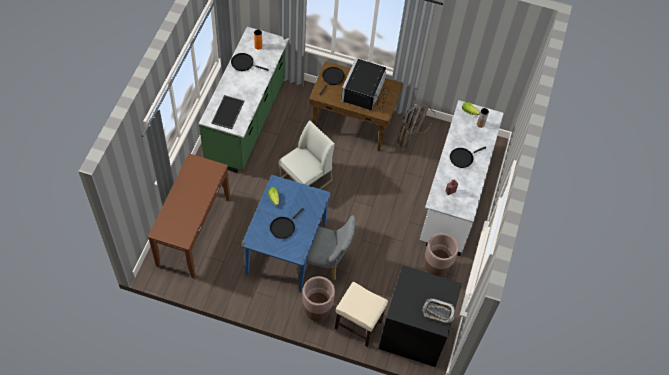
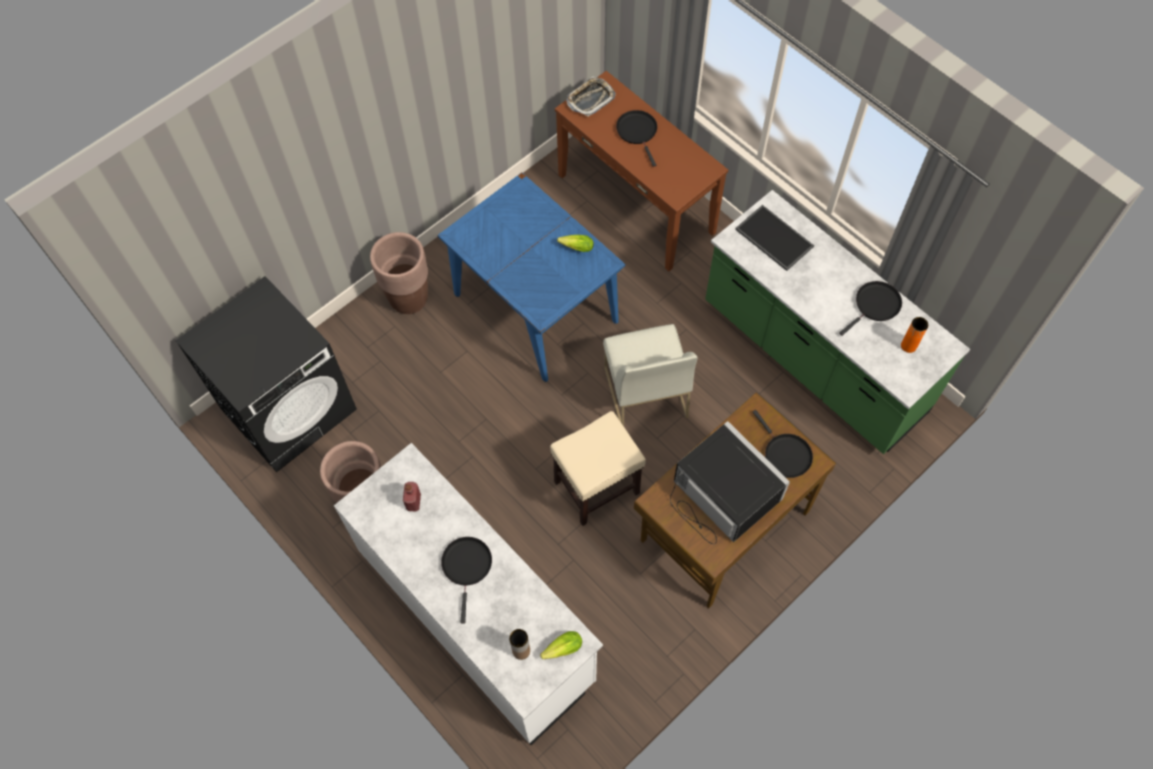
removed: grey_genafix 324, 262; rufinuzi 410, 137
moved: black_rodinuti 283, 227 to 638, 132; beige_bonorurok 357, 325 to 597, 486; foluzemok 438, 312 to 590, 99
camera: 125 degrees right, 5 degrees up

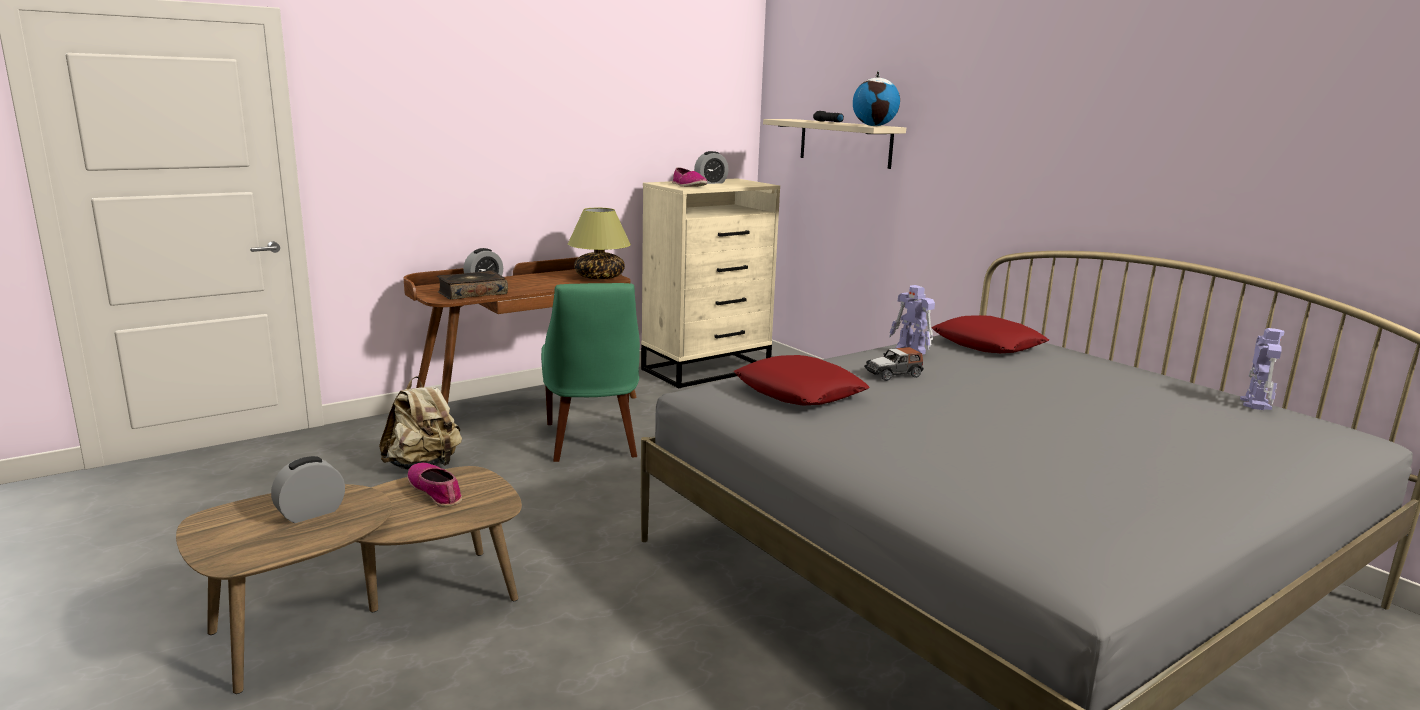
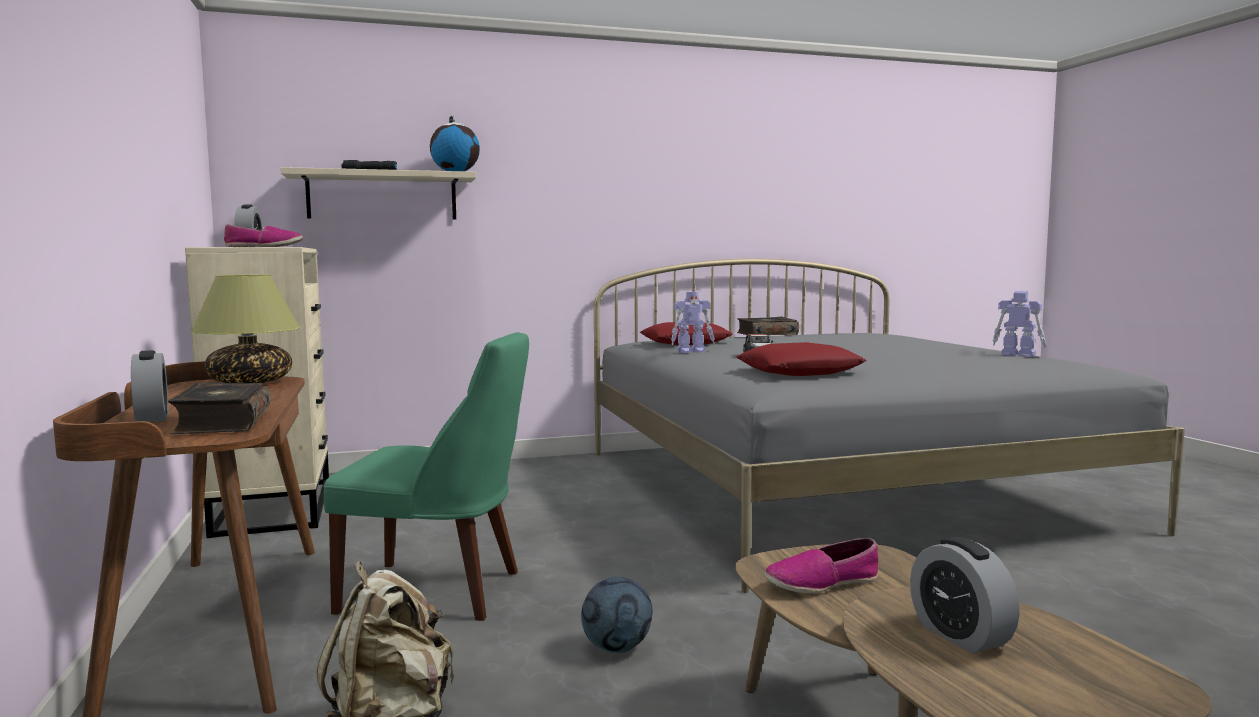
added: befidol 617, 648; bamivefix 766, 334
moved: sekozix 1255, 403 to 1017, 355
camera: 70 degrees left, 10 degrees down

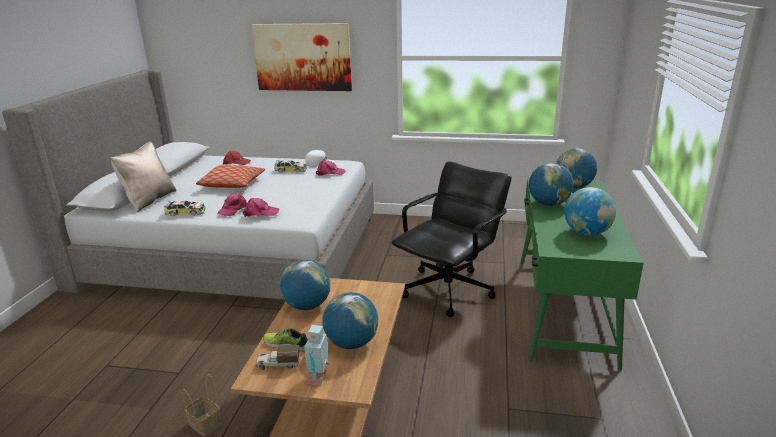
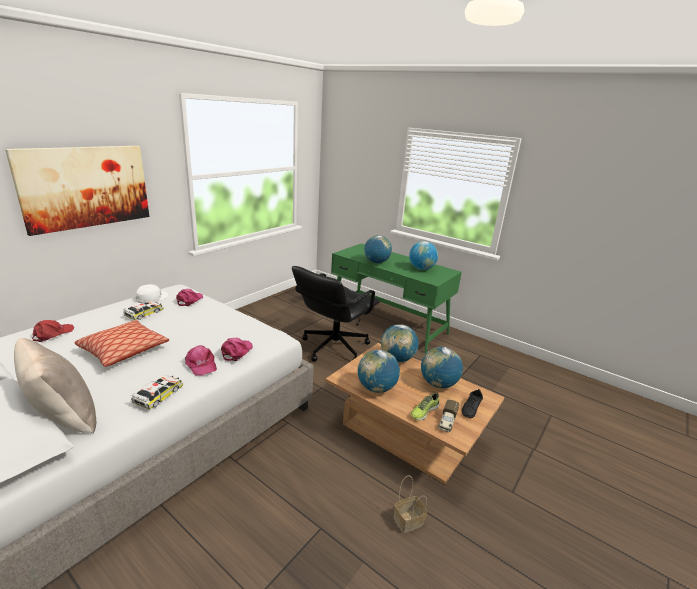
moved: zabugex 573, 187 to 397, 359
replaced: sekozix 319, 378 to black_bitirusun 471, 408
turned: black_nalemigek 449, 290 = 334, 347 120 degrees counterclockwise
camera: 65 degrees left, 0 degrees up

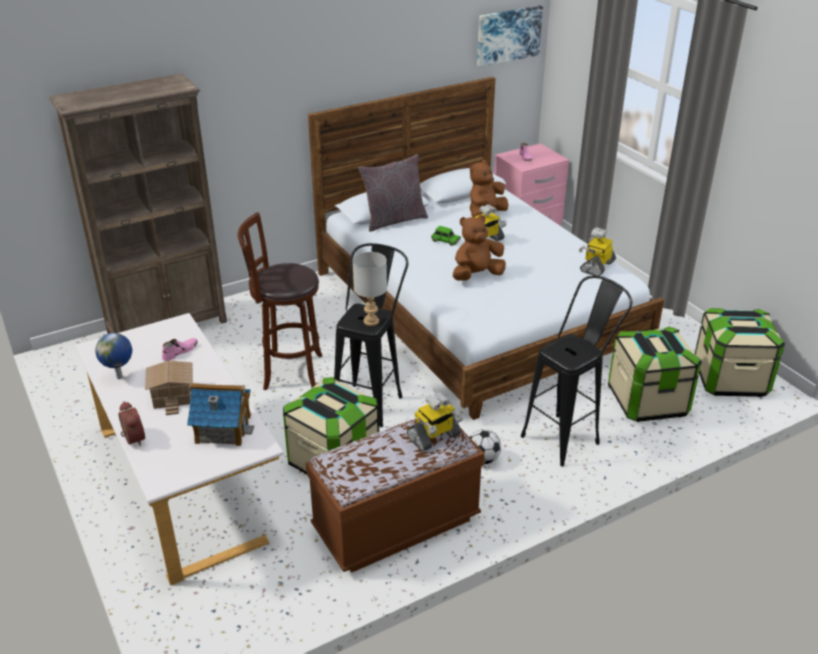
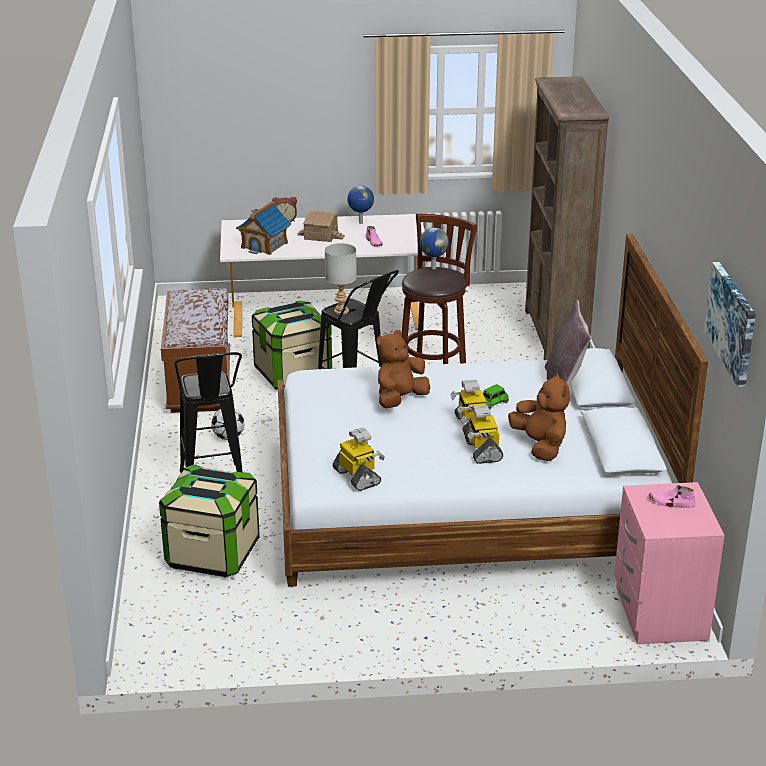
removed: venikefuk 730, 379
added: zabugex 433, 268
moved: sekozix 434, 437 to 482, 451
turned: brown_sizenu 476, 275 = 400, 400 135 degrees counterclockwise
camera: 115 degrees right, 5 degrees down

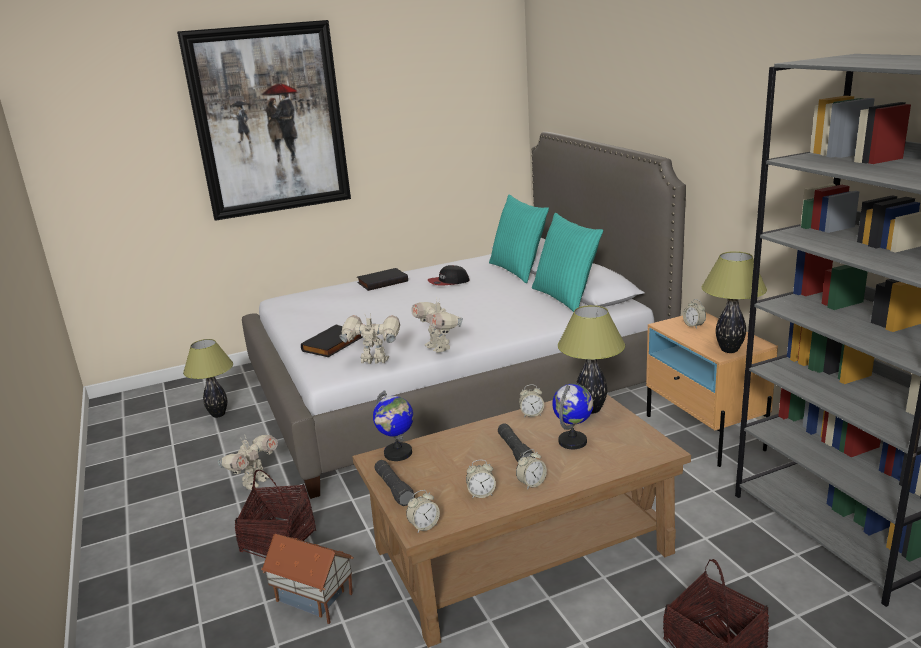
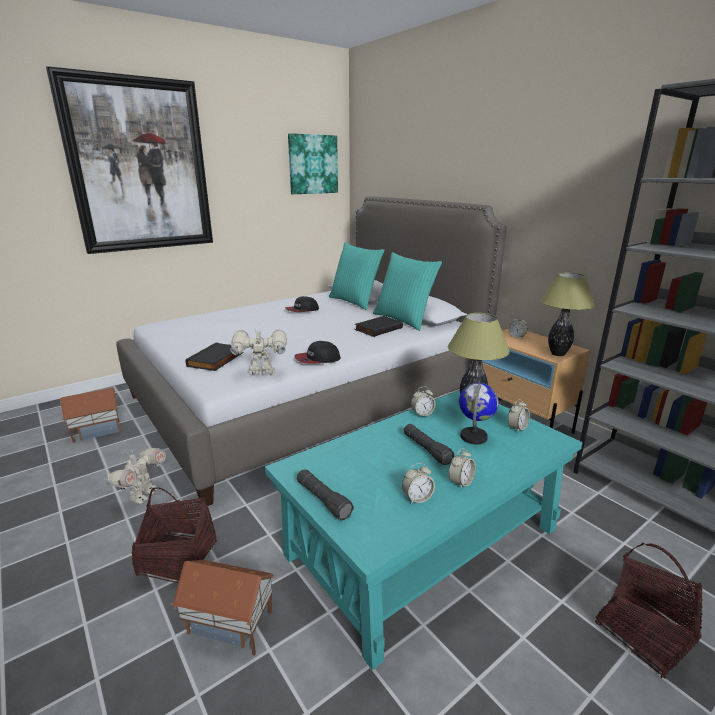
removed: zabugex 398, 453
added: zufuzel 313, 164
moved: black_bamivefix 382, 282 to 378, 328; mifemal 424, 526 to 517, 428
replaced: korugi 218, 414 to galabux 96, 430; sekozix 439, 347 to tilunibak 317, 359
recoloured: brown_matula 522, 549 to turquoise_matula 424, 540
camera: 15 degrees left, 0 degrees up

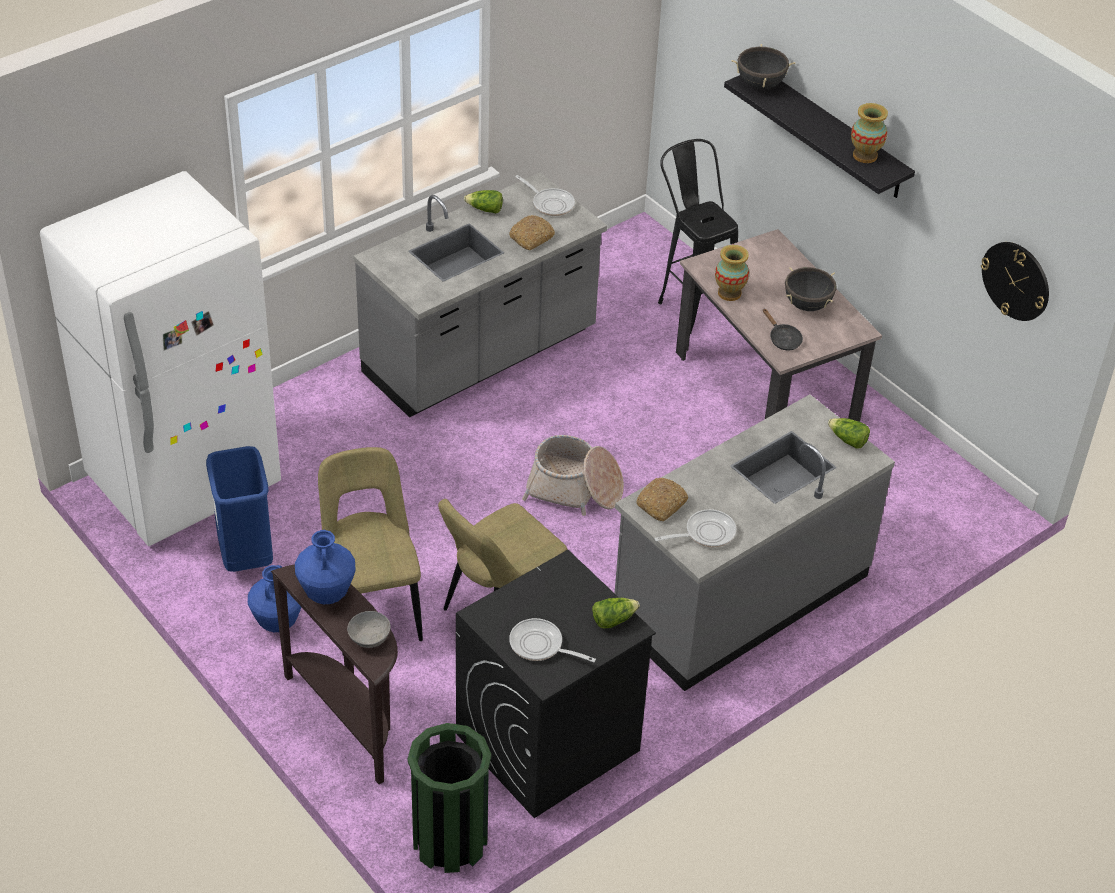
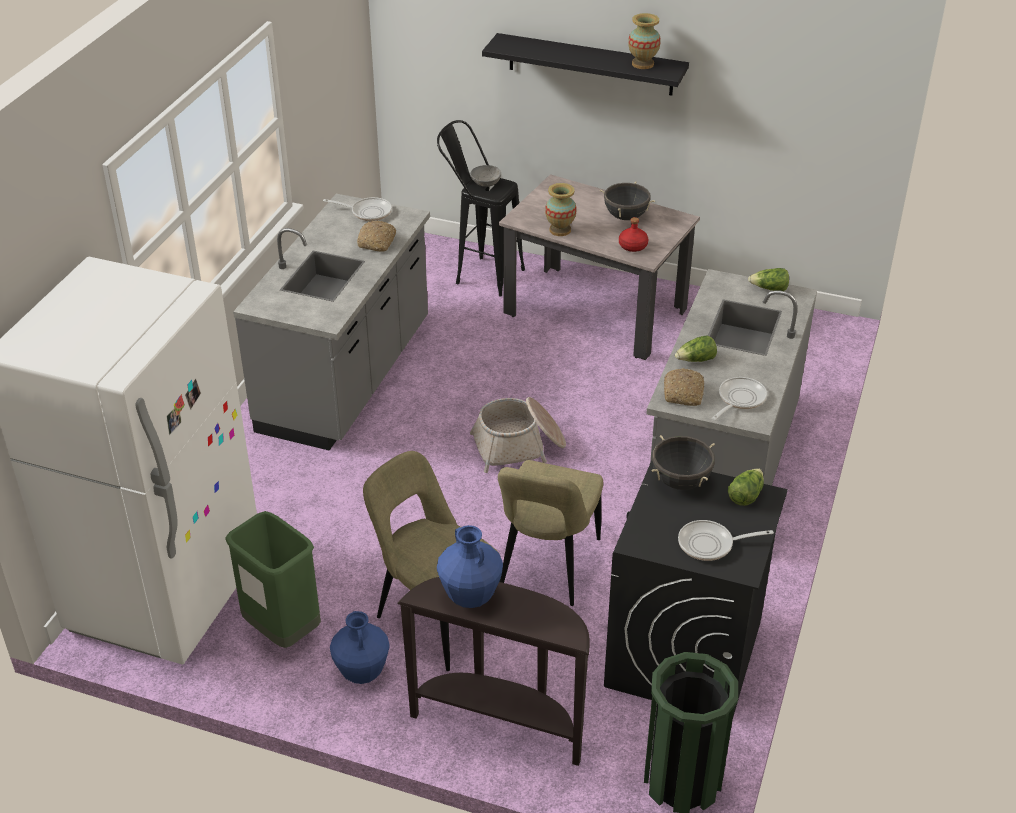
removed: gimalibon 1016, 280
moved: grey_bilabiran 370, 637 to 486, 182; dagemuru 485, 209 to 696, 360; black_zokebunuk 760, 85 to 681, 481
replaced: black_rodinuti 782, 339 to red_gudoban 632, 246
recoloured: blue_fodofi 246, 557 to green_fodofi 282, 631
camera: 30 degrees left, 5 degrees down

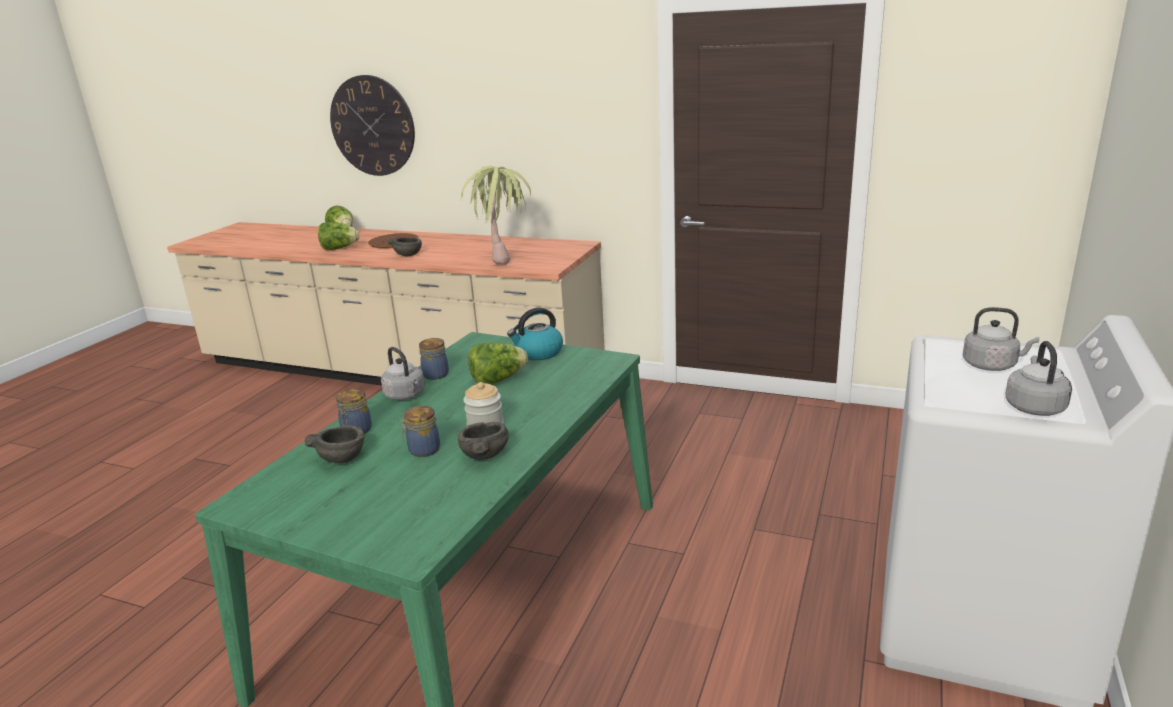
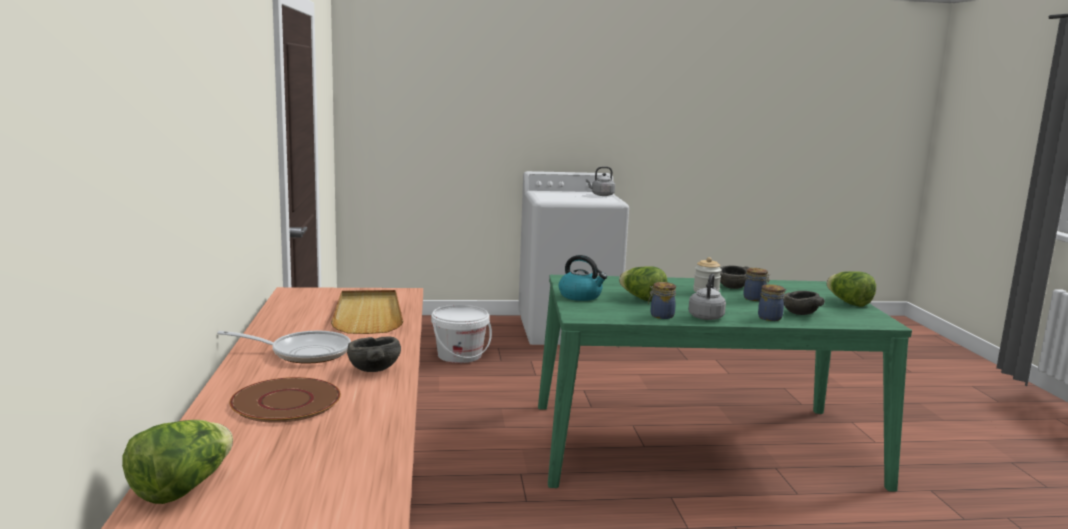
removed: gimalibon 372, 126; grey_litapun 992, 365
added: rodinuti 304, 353; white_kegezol 459, 355
moved: dagemuru 339, 248 to 848, 303
replaced: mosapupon 504, 257 to beige_foluzemok 368, 315
camera: 120 degrees left, 10 degrees down

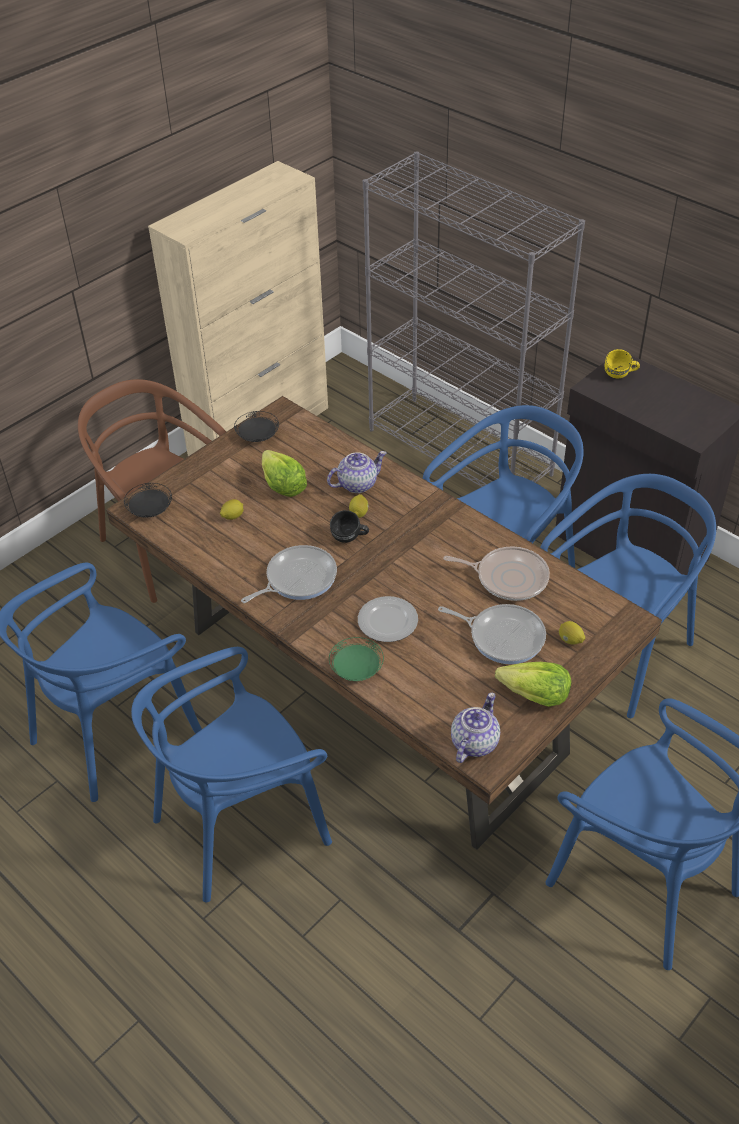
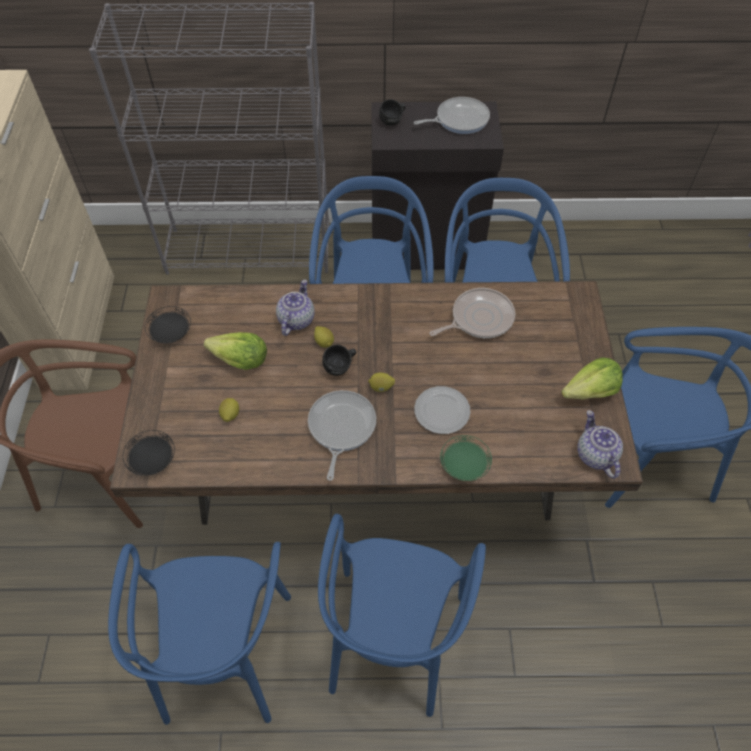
moved: rodinuti 503, 636 to 459, 119; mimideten 570, 640 to 381, 387
recoloured: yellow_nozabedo 620, 376 to black_nozabedo 393, 121
camera: 45 degrees left, 10 degrees up

